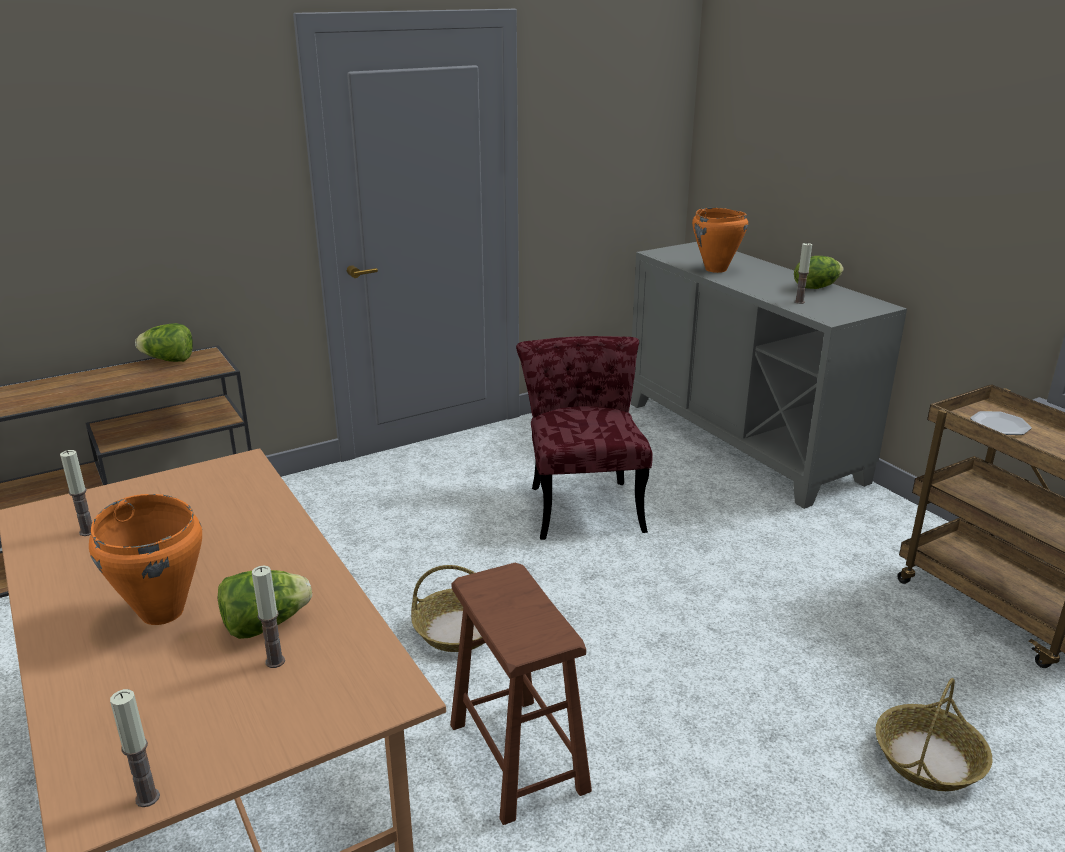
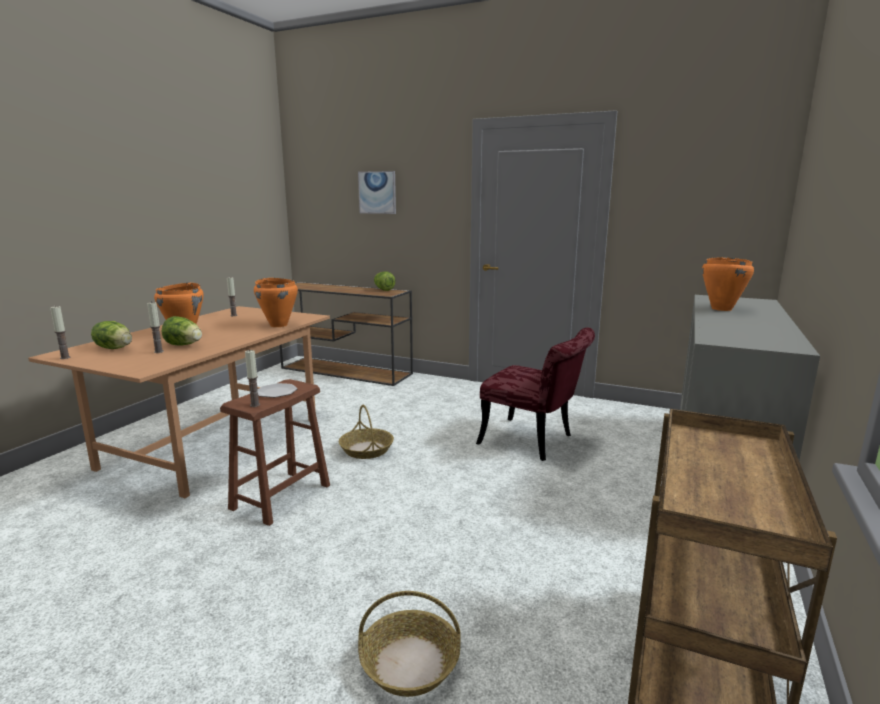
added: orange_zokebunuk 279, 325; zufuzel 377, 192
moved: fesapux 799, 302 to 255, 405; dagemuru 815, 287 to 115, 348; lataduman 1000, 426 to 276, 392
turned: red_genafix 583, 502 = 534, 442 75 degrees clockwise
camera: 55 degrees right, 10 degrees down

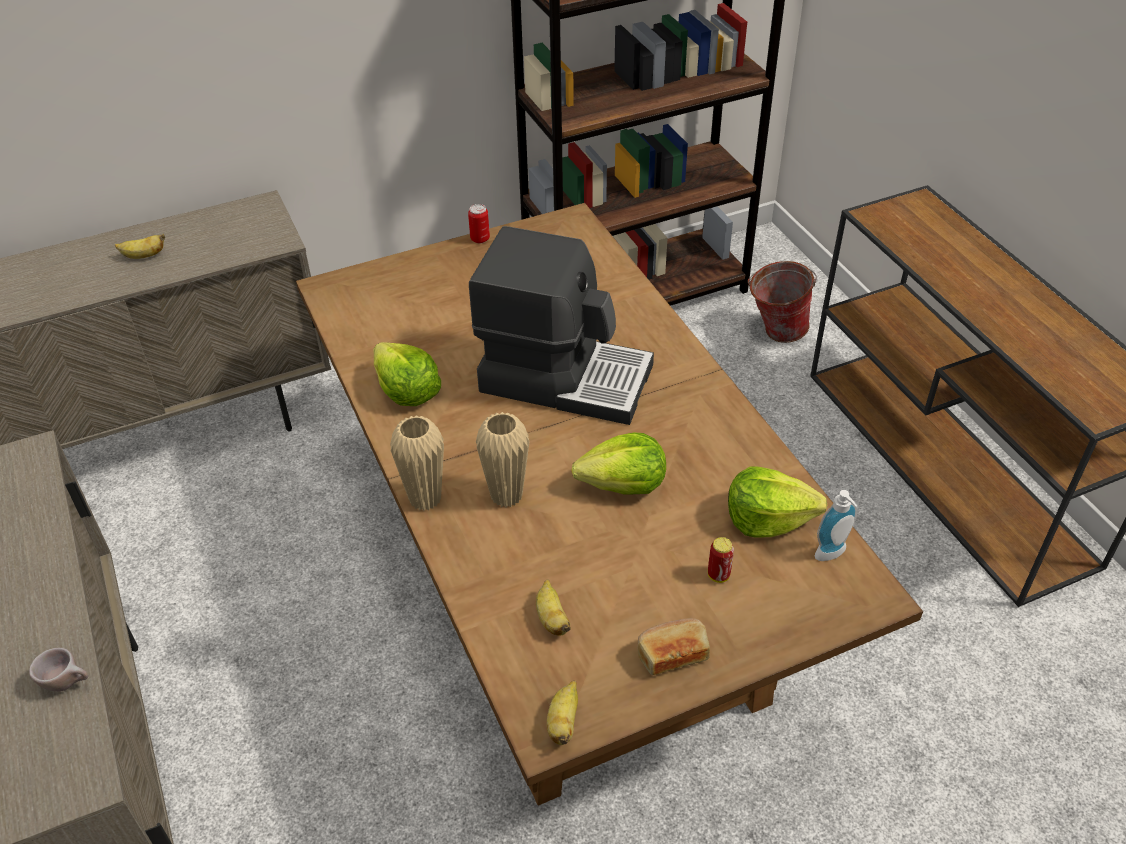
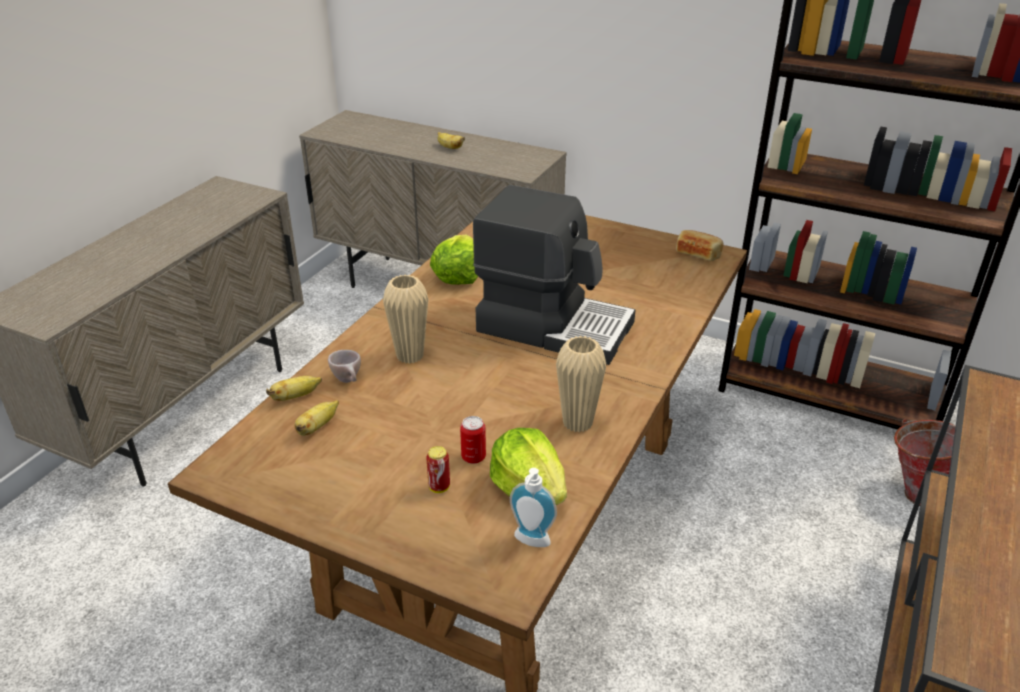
removed: dagemuru 623, 484
moved: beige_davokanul 68, 683 to 349, 380; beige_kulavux 425, 499 to 577, 423; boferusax 480, 238 to 473, 457; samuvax 563, 722 to 295, 397; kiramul 672, 654 to 698, 254
turned: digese 565, 377 = 554, 325 45 degrees counterclockwise
camera: 50 degrees right, 10 degrees down

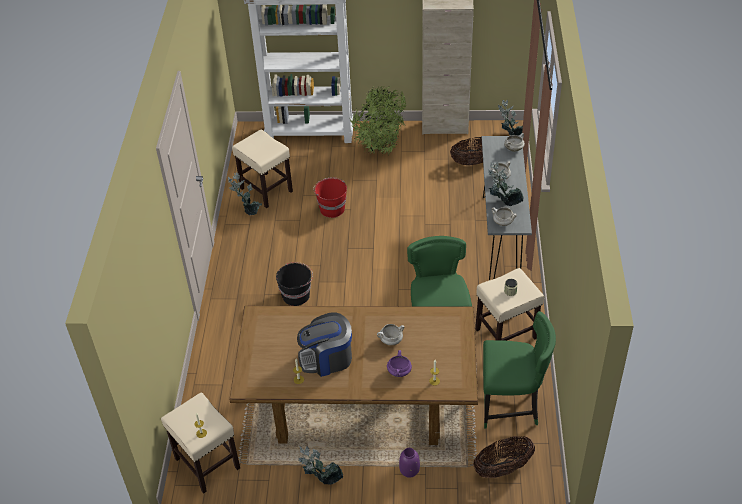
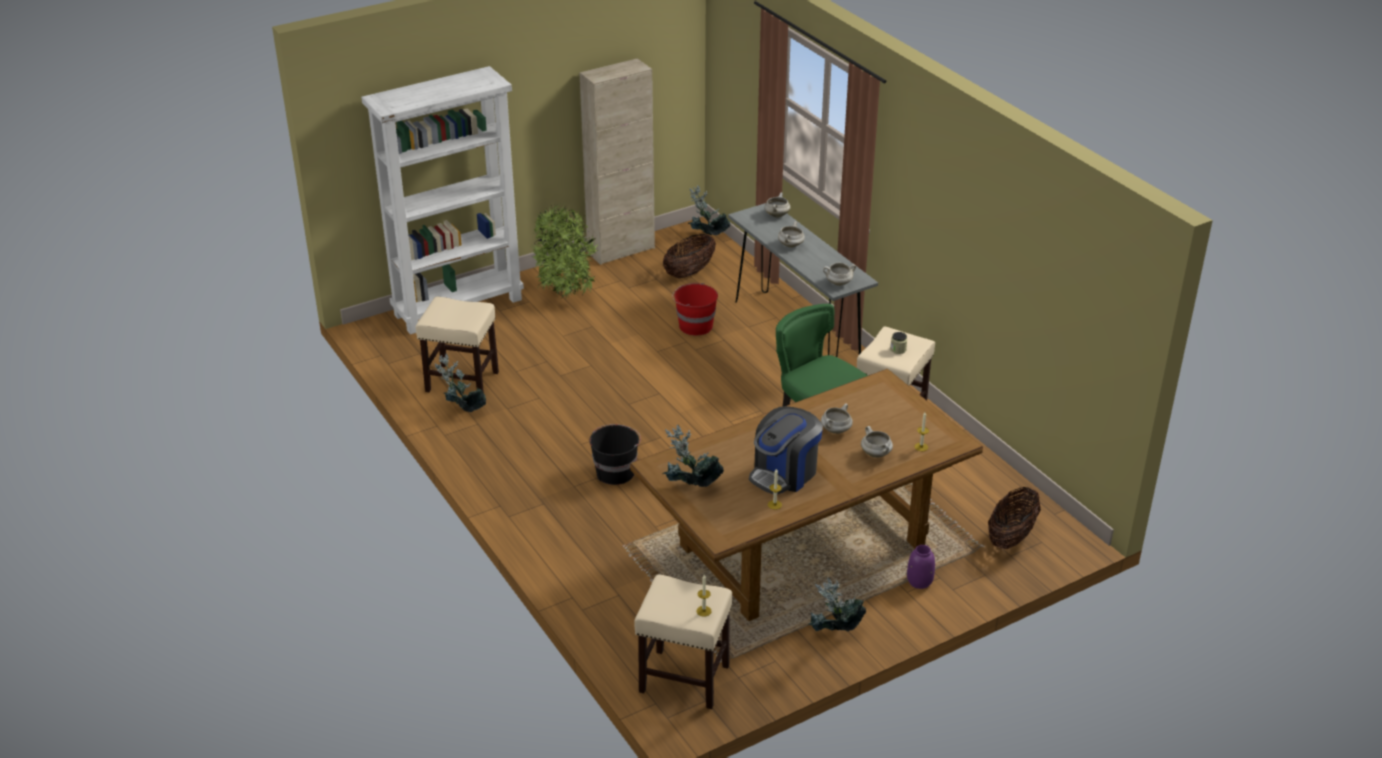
removed: green_genafix 511, 406
moved: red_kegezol 332, 208 to 695, 326; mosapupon 502, 203 to 690, 488
recoloured: purple_zokebunuk 399, 372 to white_zokebunuk 876, 454
camera: 35 degrees left, 10 degrees down

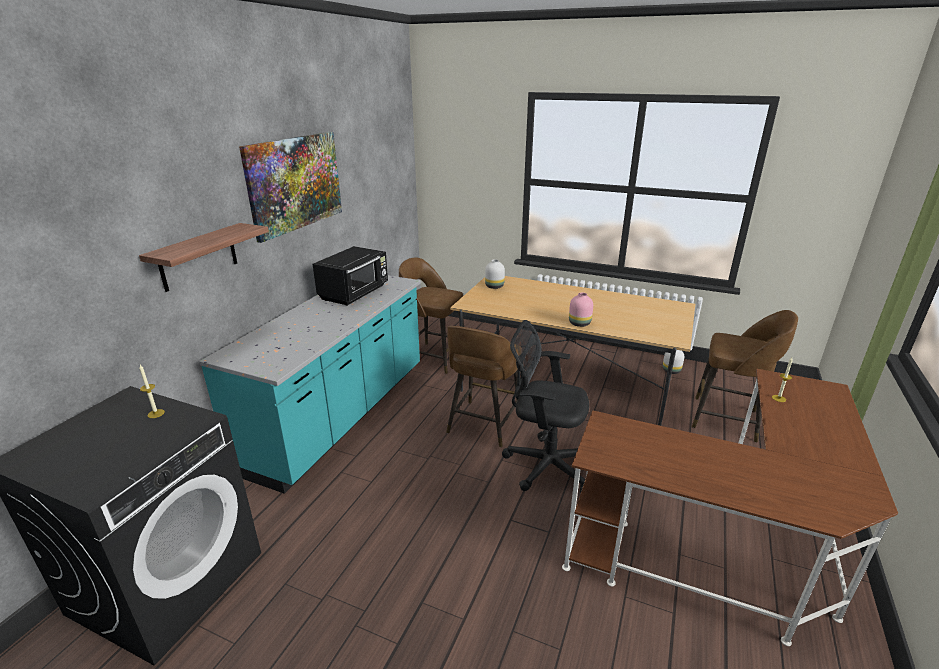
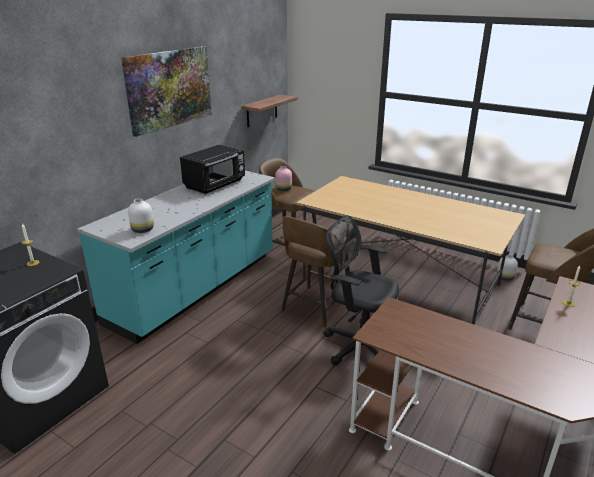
moved: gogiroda 198, 257 to 262, 111; white_kulavux 494, 286 to 142, 230; pink_kulavux 579, 323 to 283, 189
camera: 10 degrees right, 0 degrees up

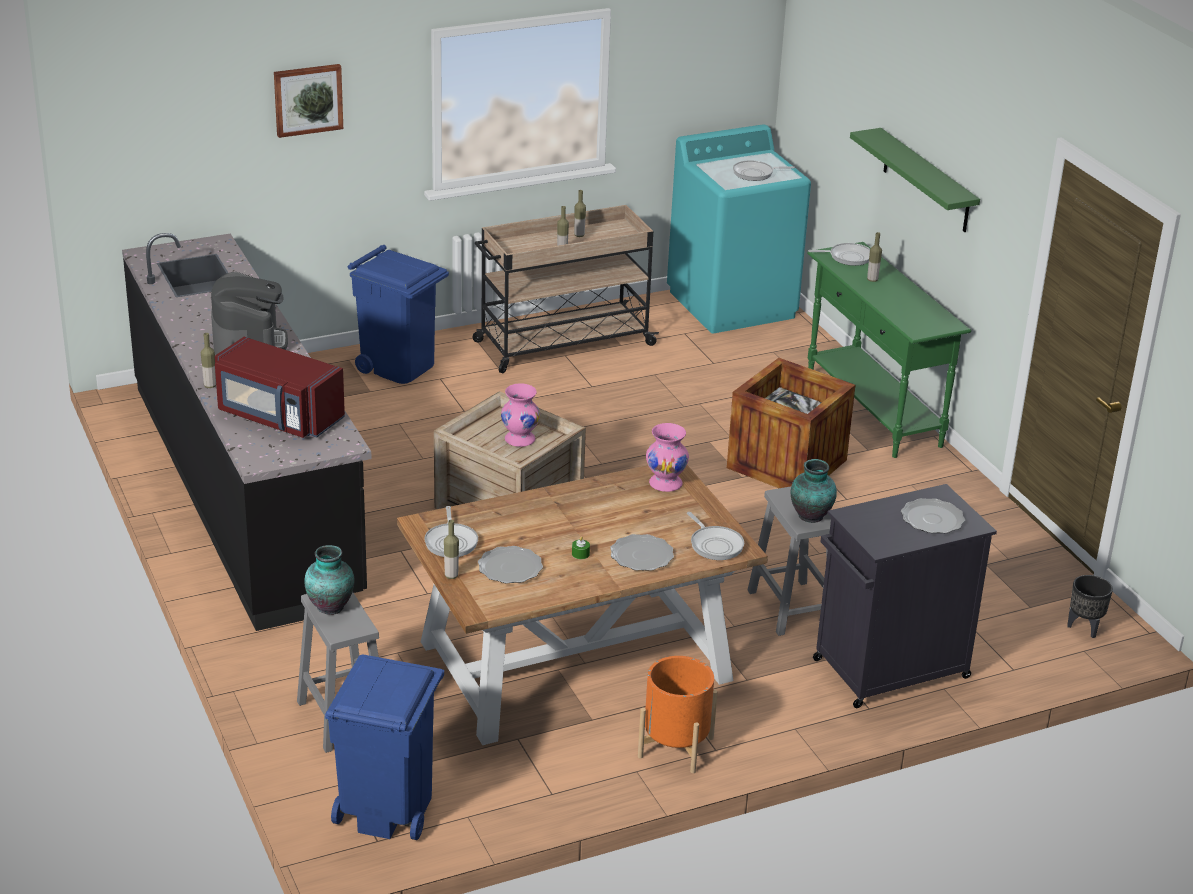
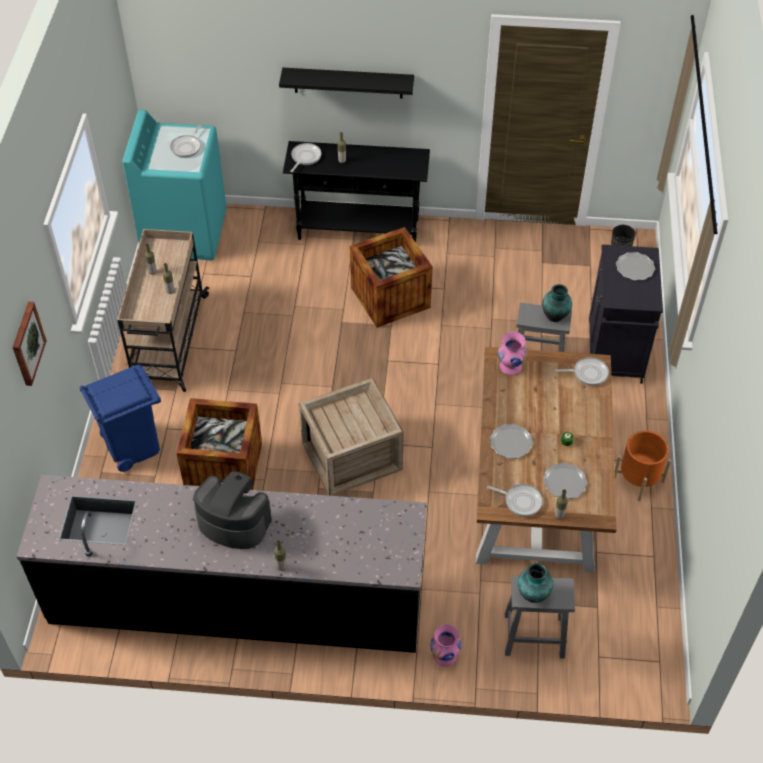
removed: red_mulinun 278, 416; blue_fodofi 386, 809
added: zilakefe 224, 467
moved: pink_kulavux 519, 439 to 444, 656; lataduman 642, 556 to 511, 442
recoloured: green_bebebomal 873, 411 to black_bebebomal 358, 230; green_gogiroda 926, 181 to black_gogiroda 348, 83
camera: 60 degrees left, 20 degrees up

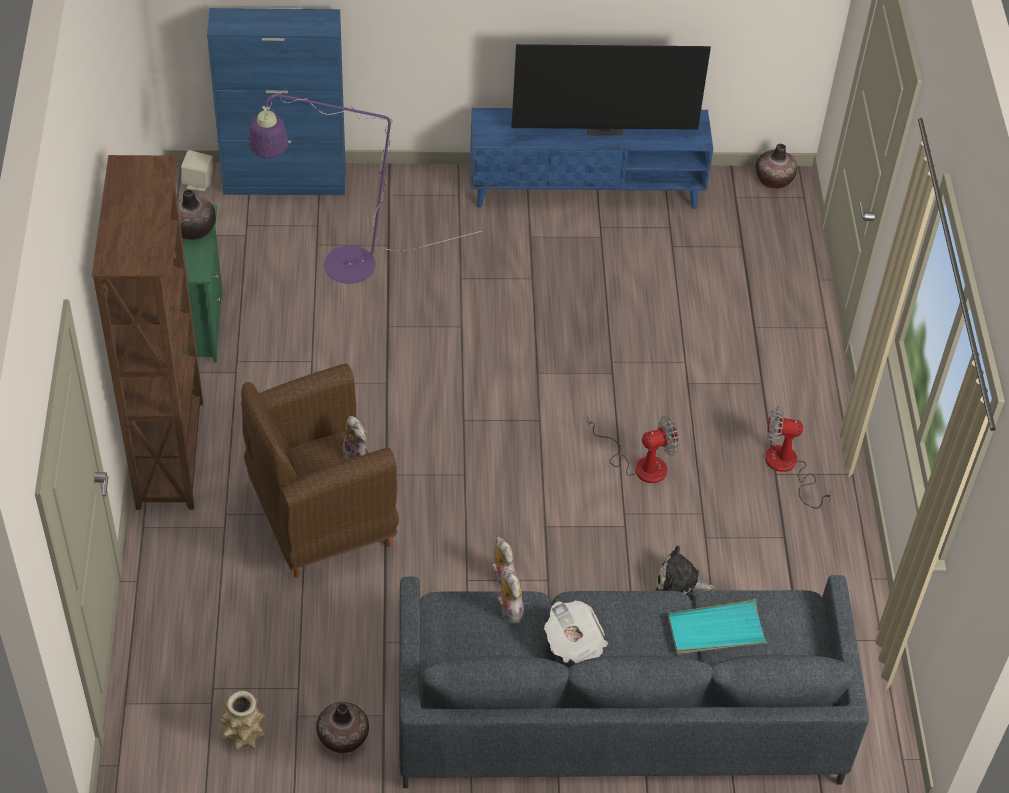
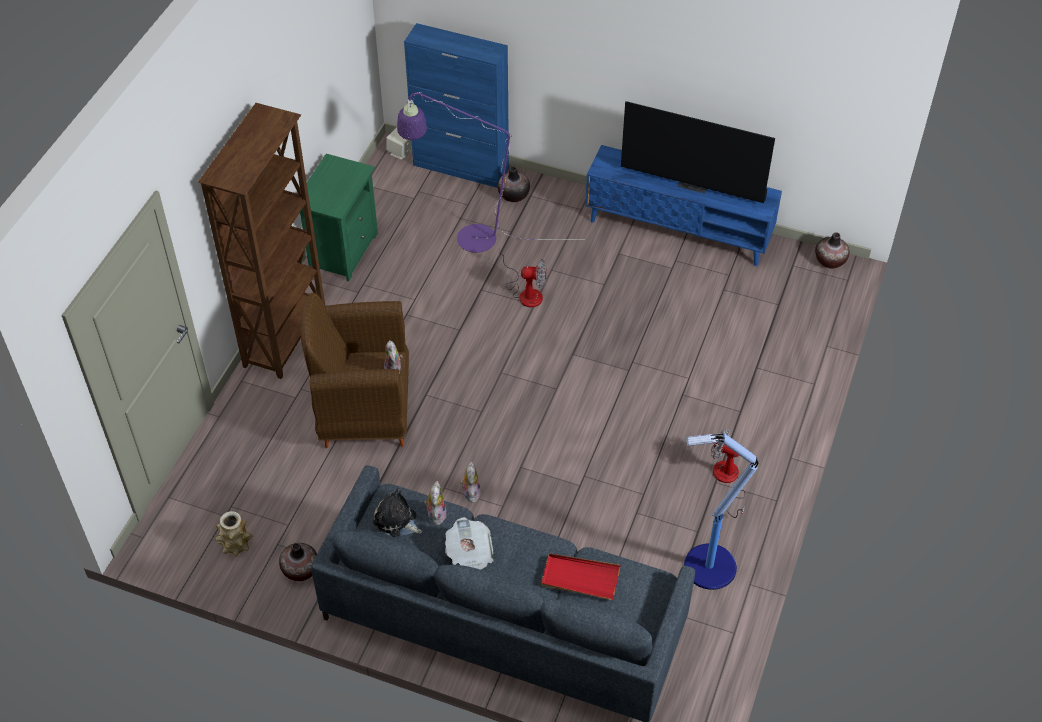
added: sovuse 708, 567
moved: kulavux 193, 230 to 513, 195; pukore 640, 464 to 525, 292; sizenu 680, 584 to 396, 521
recoloured: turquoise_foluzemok 716, 630 to red_foluzemok 580, 578
camera: 25 degrees right, 0 degrees up

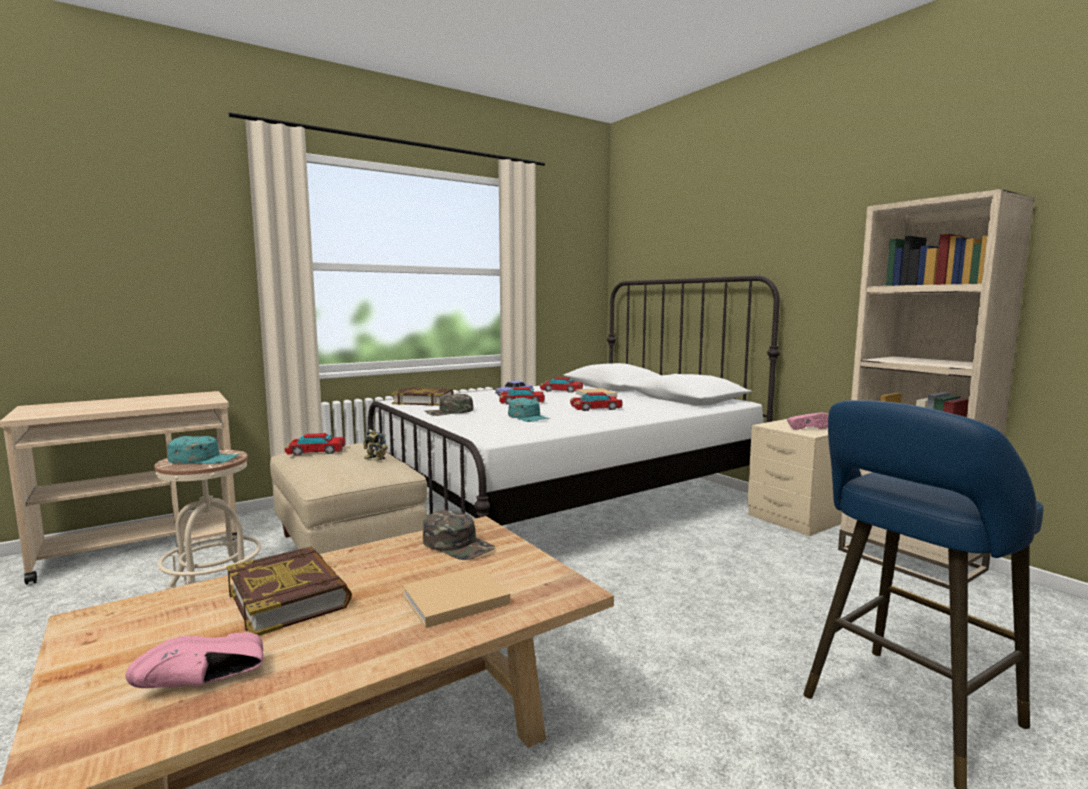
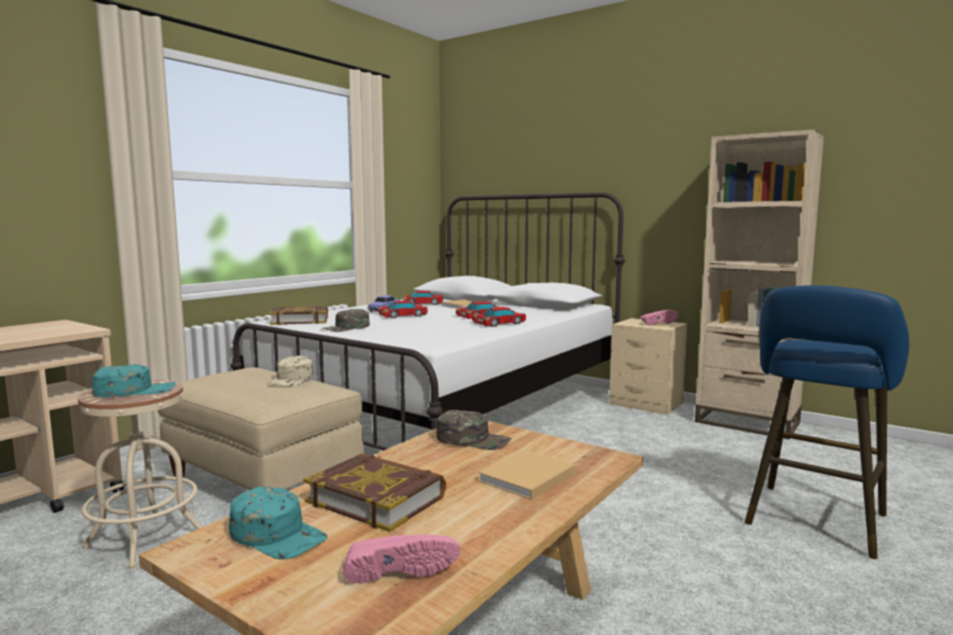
moved: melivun 316, 451 to 499, 323; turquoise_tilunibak 529, 417 to 278, 535
replaced: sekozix 374, 459 to beige_tilunibak 291, 380
turned: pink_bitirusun 204, 684 = 399, 570 135 degrees counterclockwise
camera: 20 degrees left, 0 degrees up

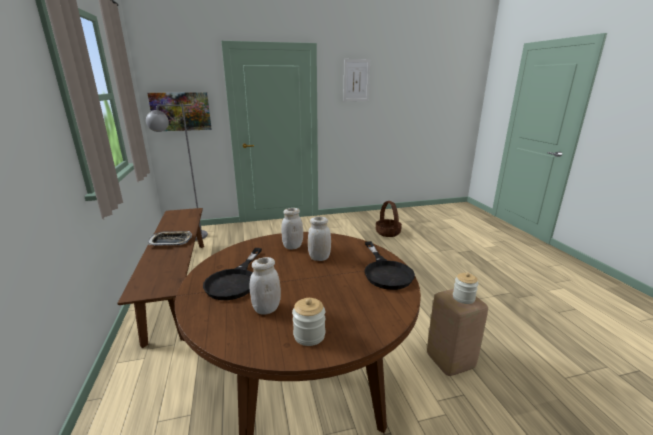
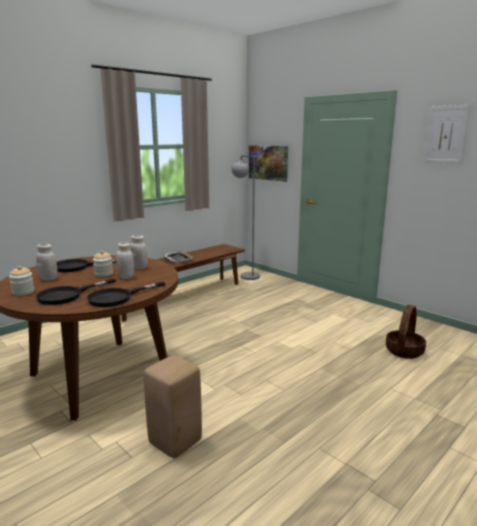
added: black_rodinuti 67, 295
moved: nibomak 463, 298 to 103, 274
camera: 60 degrees right, 5 degrees down

